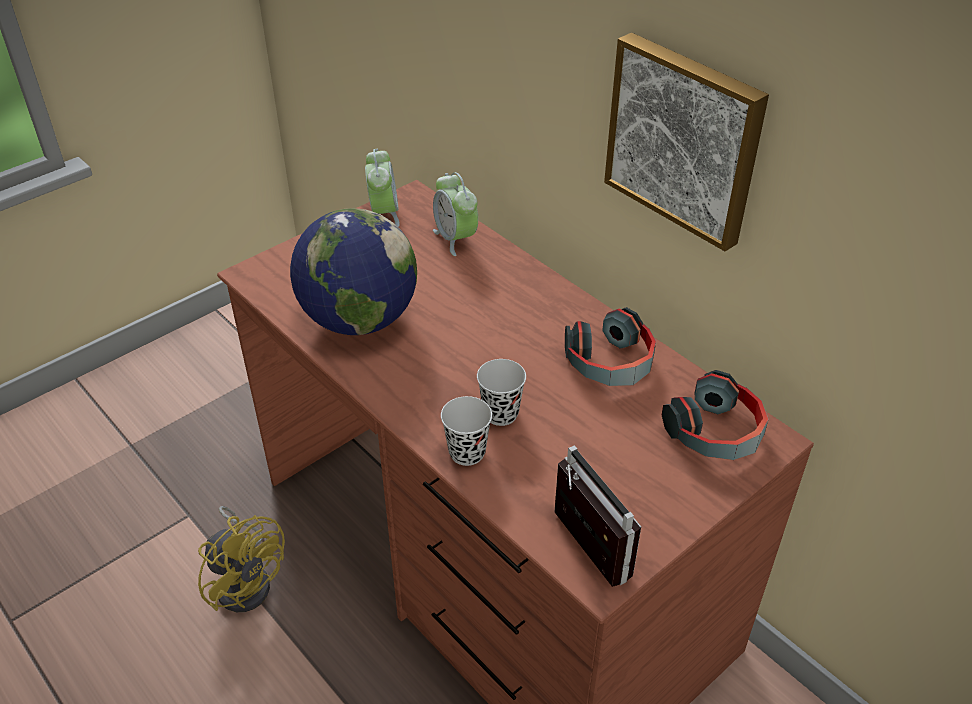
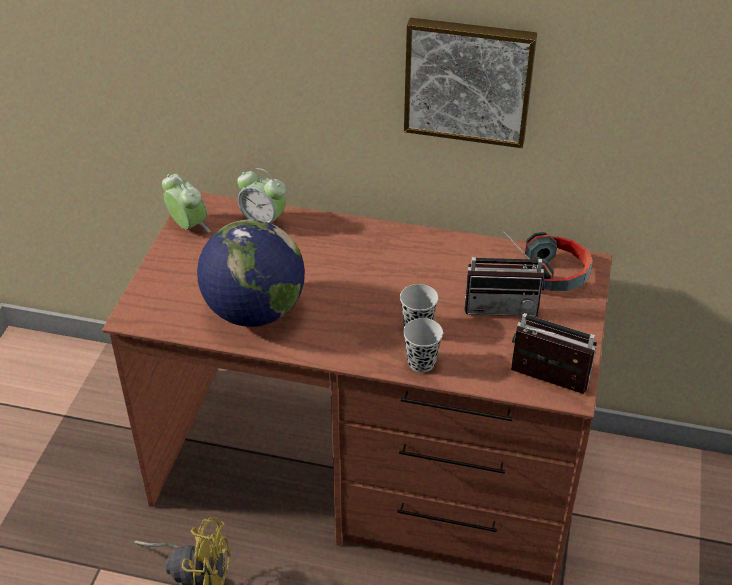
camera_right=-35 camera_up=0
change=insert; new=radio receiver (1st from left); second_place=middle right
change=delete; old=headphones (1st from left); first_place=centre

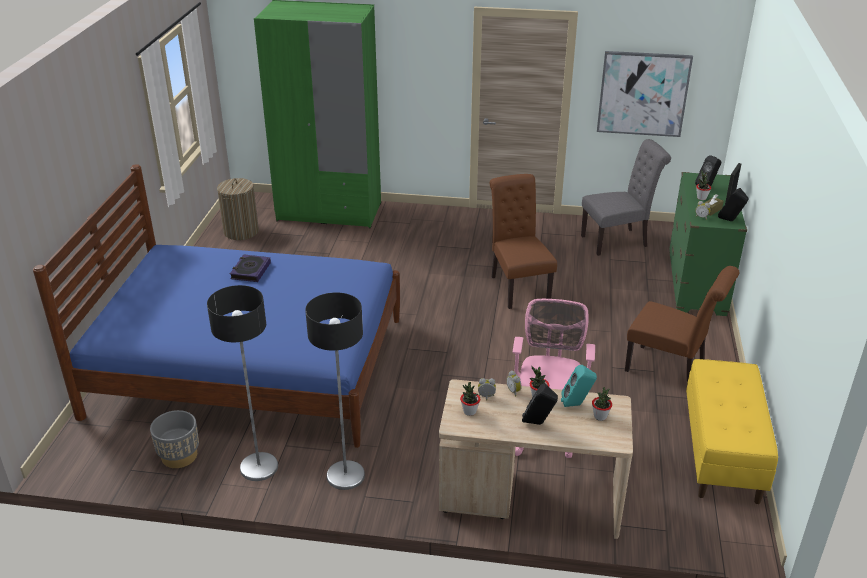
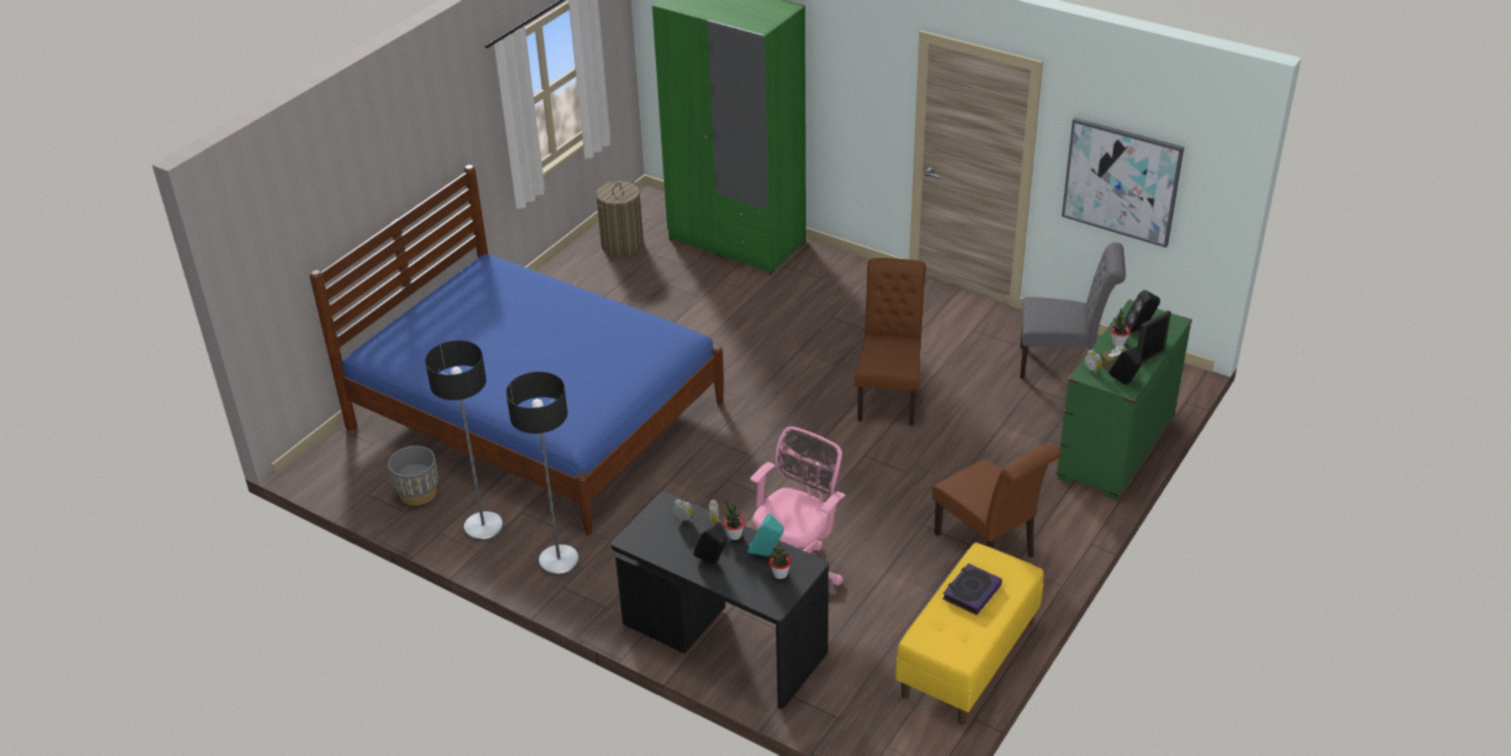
camera_right=25 camera_up=5
change=recolor; old=sand-coloured desk unit; new=black desk unit; first_place=bottom centre; second_place=bottom centre
change=move; old=book; first_place=middle left; second_place=bottom centre
change=delete; old=houseplant (1st from left); first_place=bottom centre

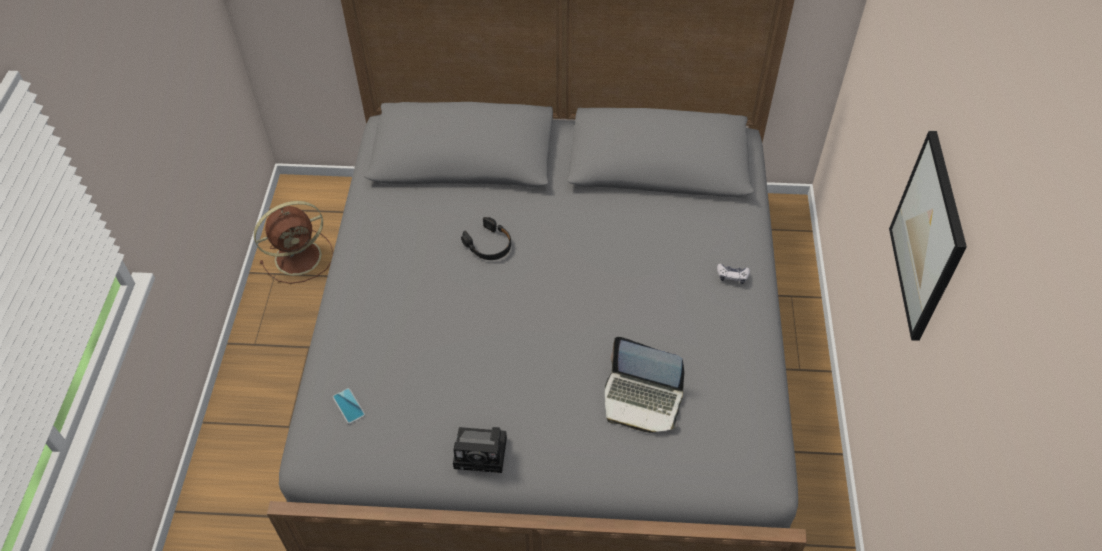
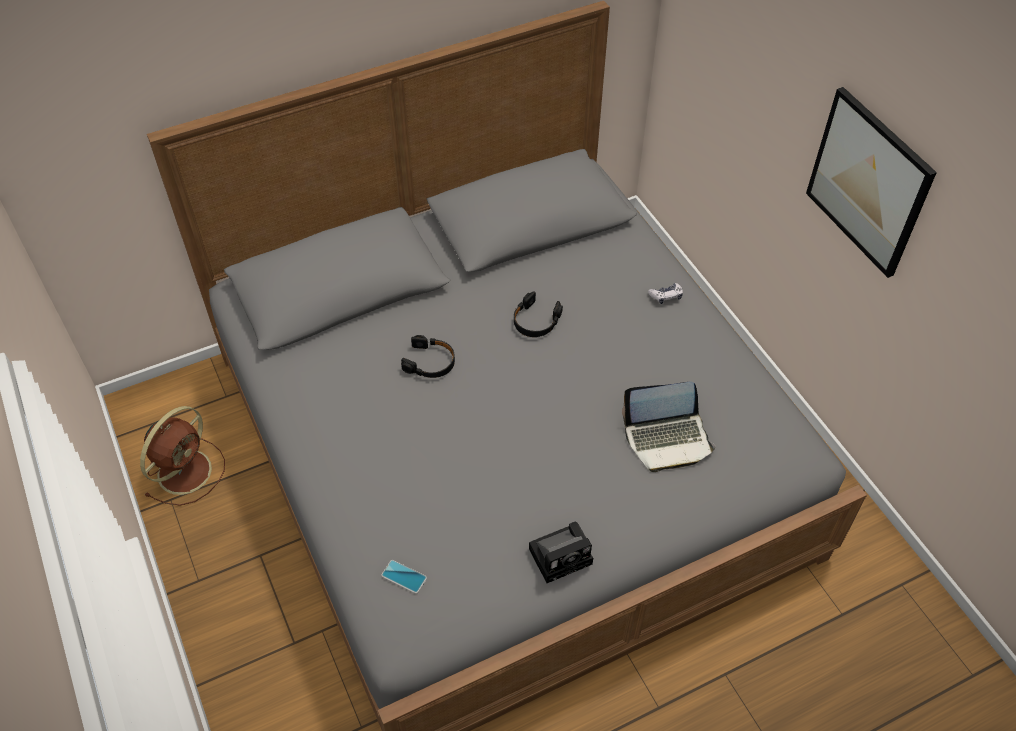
camera_right=-30 camera_up=0
change=insert; new=black headphones (2nd from left); second_place=centre

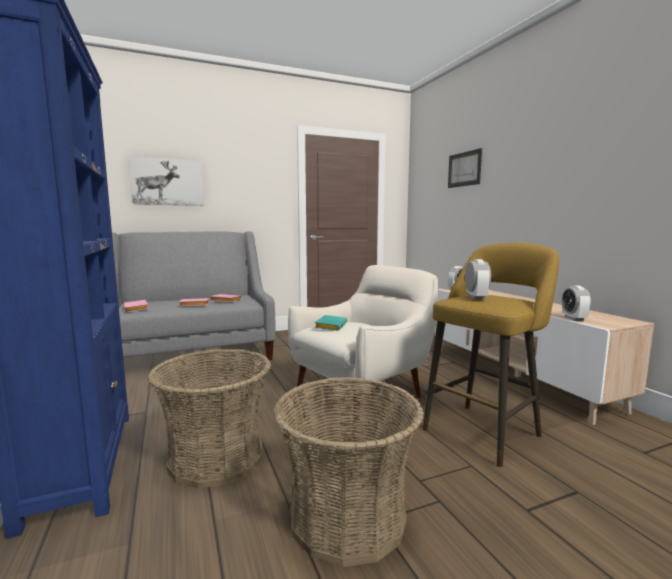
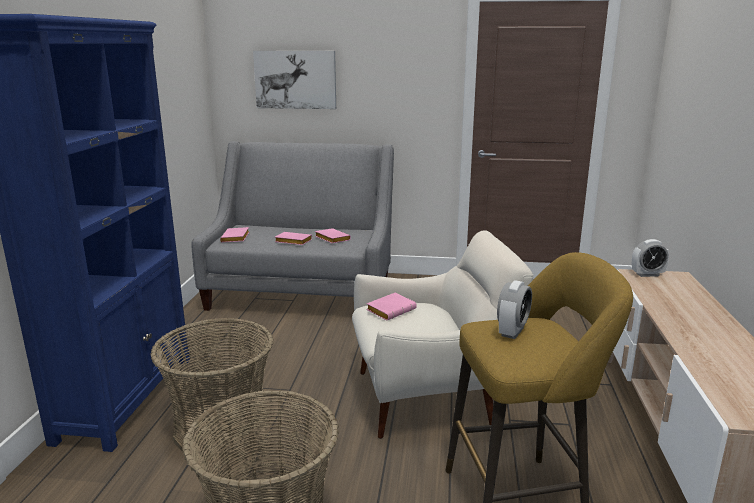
camera_right=30 camera_up=10
change=recolor; old=turquoise-coloured book; new=pink-coloured book (4th from left); first_place=centre; second_place=centre
change=delete; old=wall art (2nd from left); first_place=top right
change=delete; old=alarm clock (3rd from left); first_place=middle right

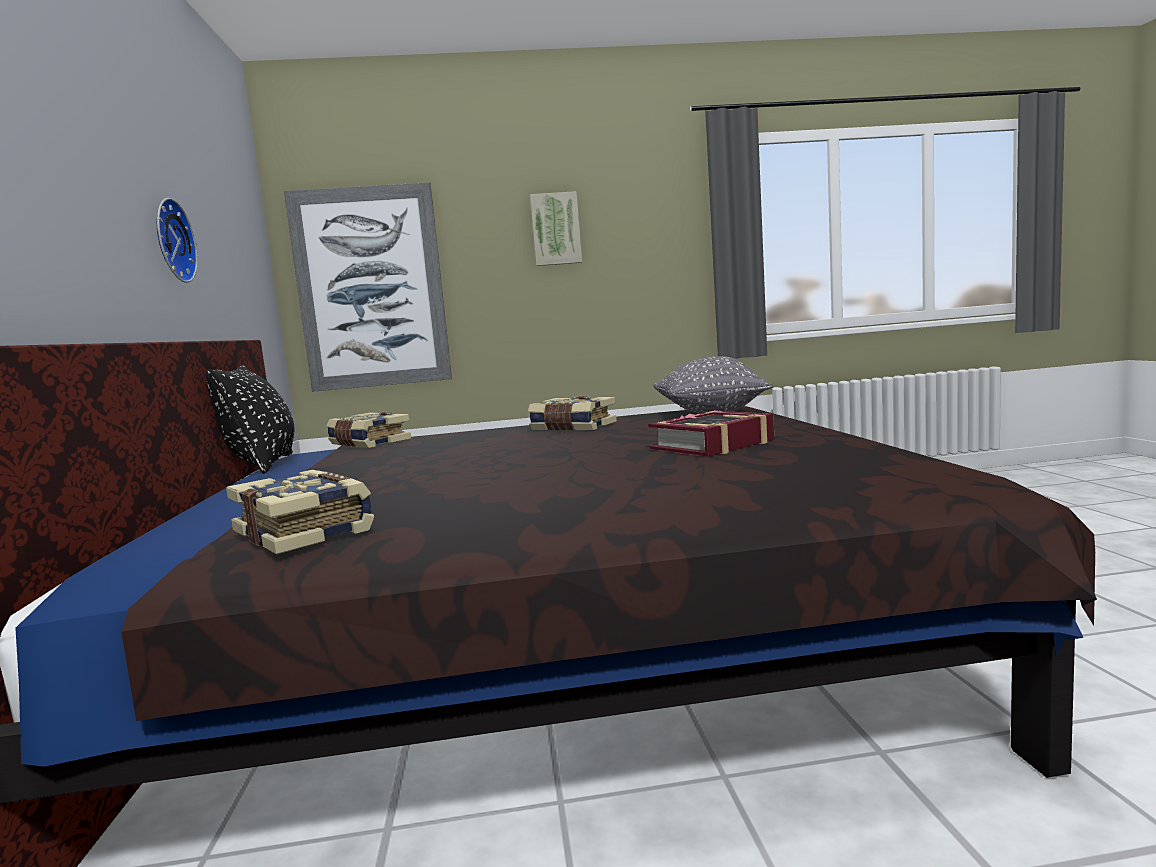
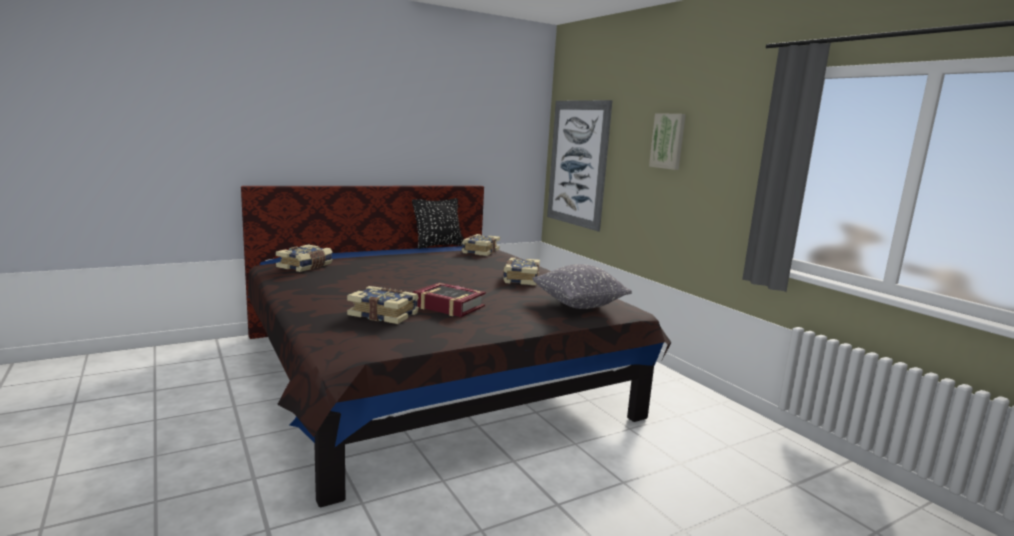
camera_right=65 camera_up=5
change=insert; new=book (2nd from left); second_place=centre
change=delete; old=wall clock; first_place=top left

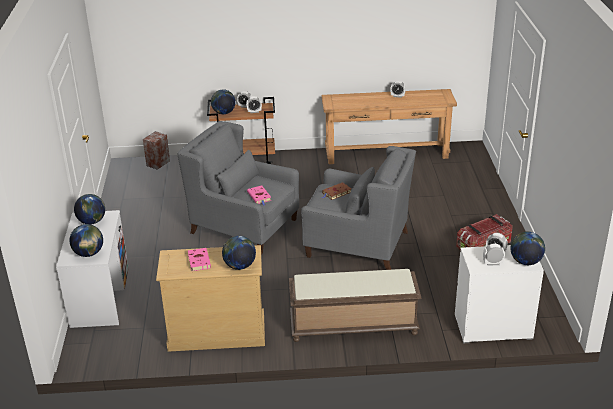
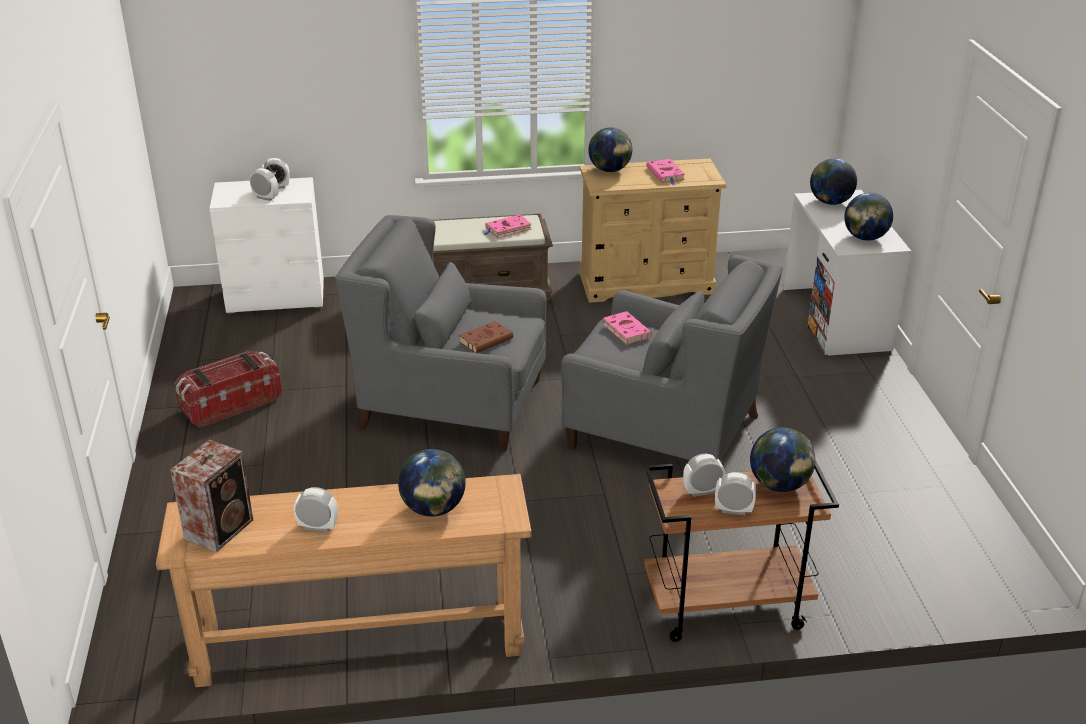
camera_right=175 camera_up=0
change=move; old=speaker; first_place=middle left; second_place=bottom left
change=move; old=globe (5th from left in the first image); new=globe (1st from left); first_place=middle right; second_place=bottom centre
change=insert; new=pink-coloured book (1st from left); second_place=top centre

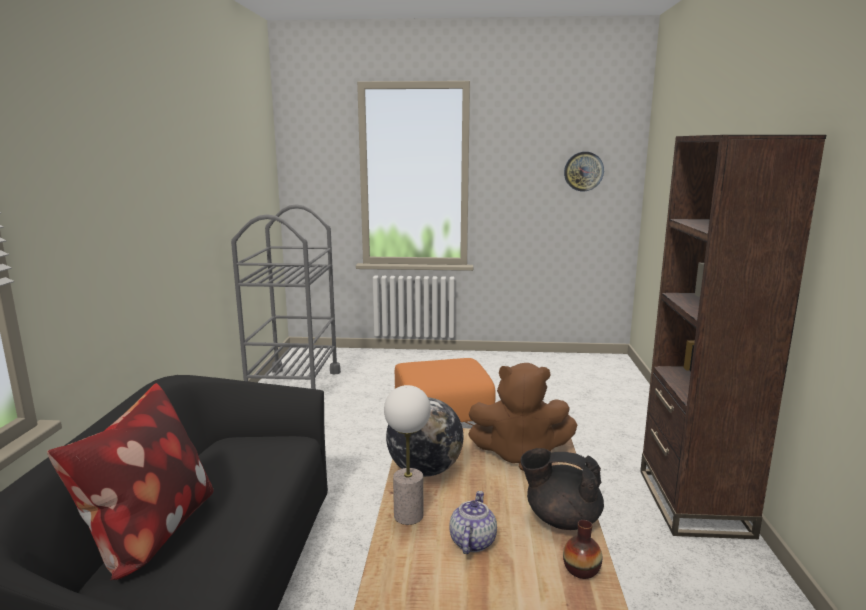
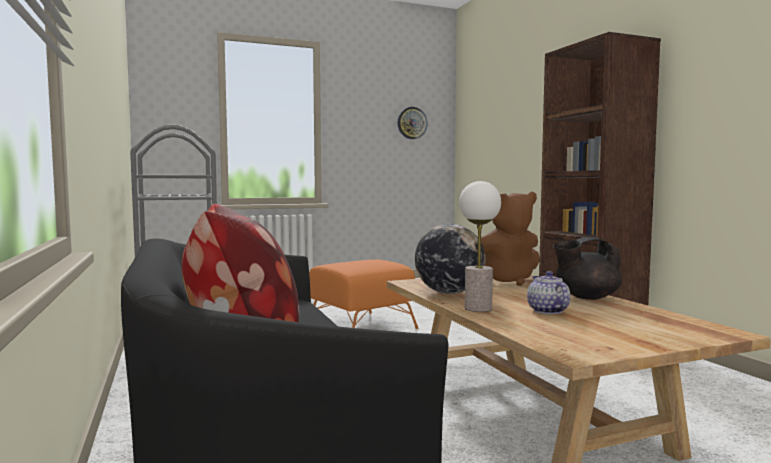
camera_right=-25 camera_up=-10
change=delete; old=flower vase; first_place=bottom right

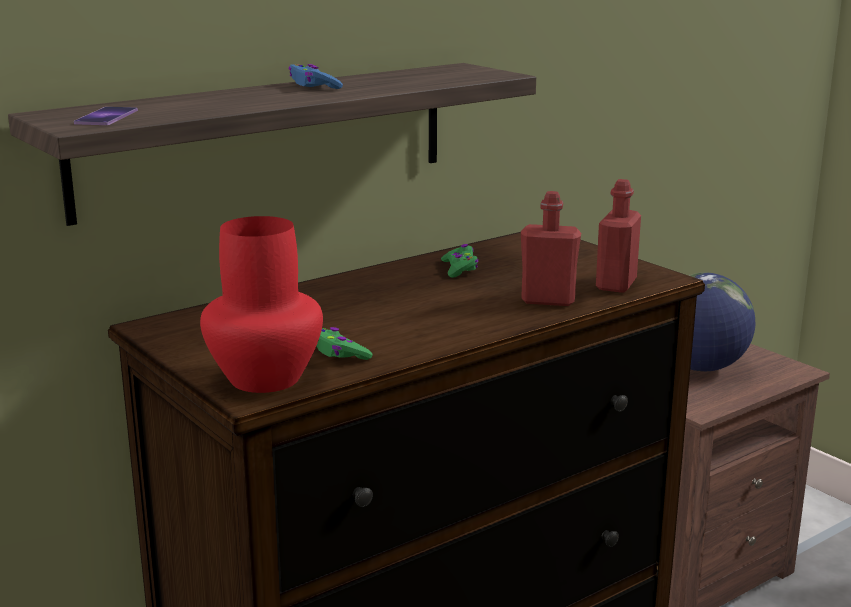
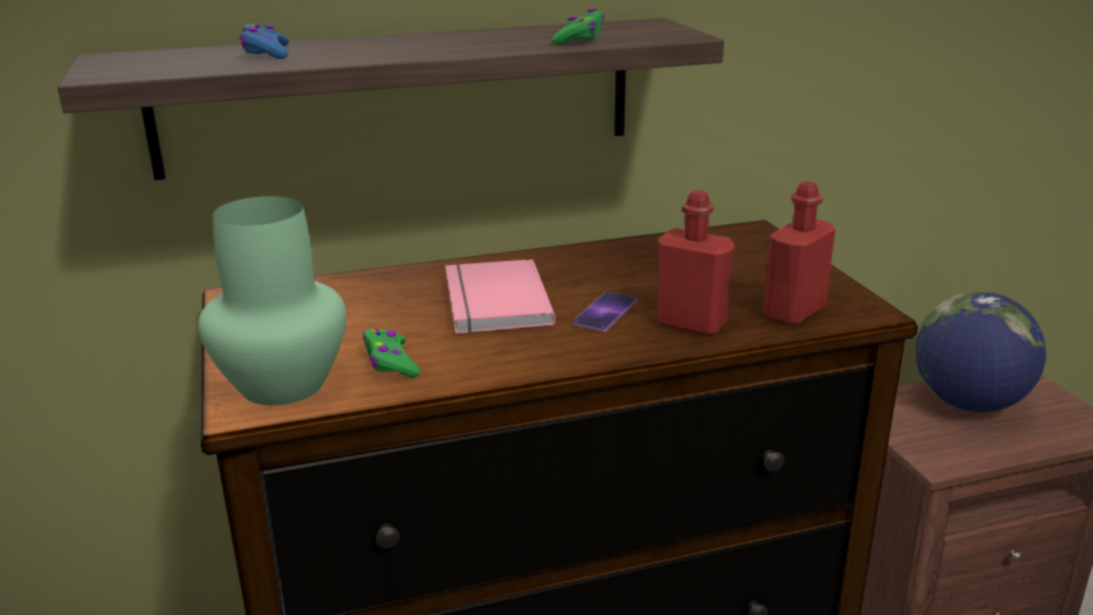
camera_right=20 camera_up=5
change=recolor; old=reddish flower vase; new=green flower vase; first_place=middle left; second_place=middle left
change=move; old=bluish gamepad; first_place=top centre; second_place=top left
change=insert; new=pink-coloured book; second_place=centre
change=move; old=green gamepad (2nd from left); first_place=centre; second_place=top centre
change=move; old=telephone; first_place=top left; second_place=centre

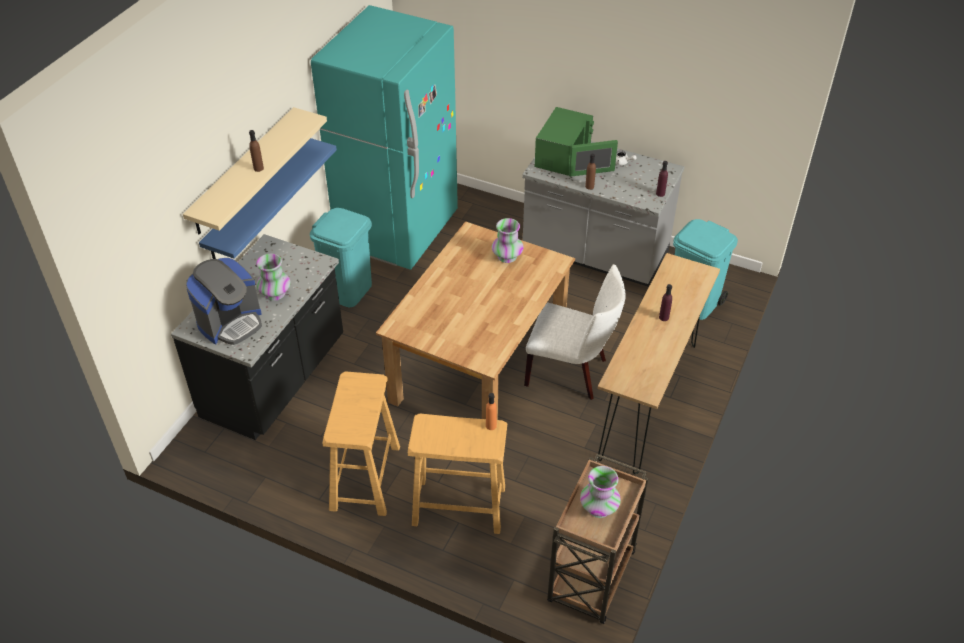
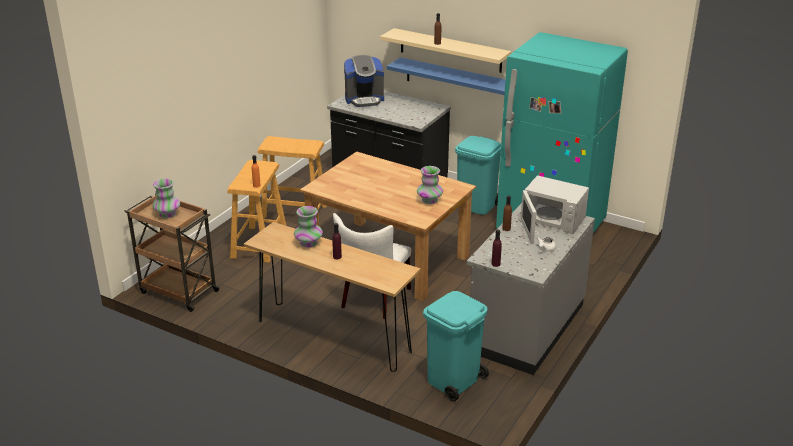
camera_right=95 camera_up=-15
change=move; old=flower vase (1st from left in the first image); new=flower vase (2nd from left); first_place=middle left; second_place=centre
change=rotate; old=coffee brewer; first_place=middle left; second_place=top centre; degrees=-60
change=recolor; old=green kitchen microwave; new=white-coloured kitchen microwave; first_place=top centre; second_place=middle right

